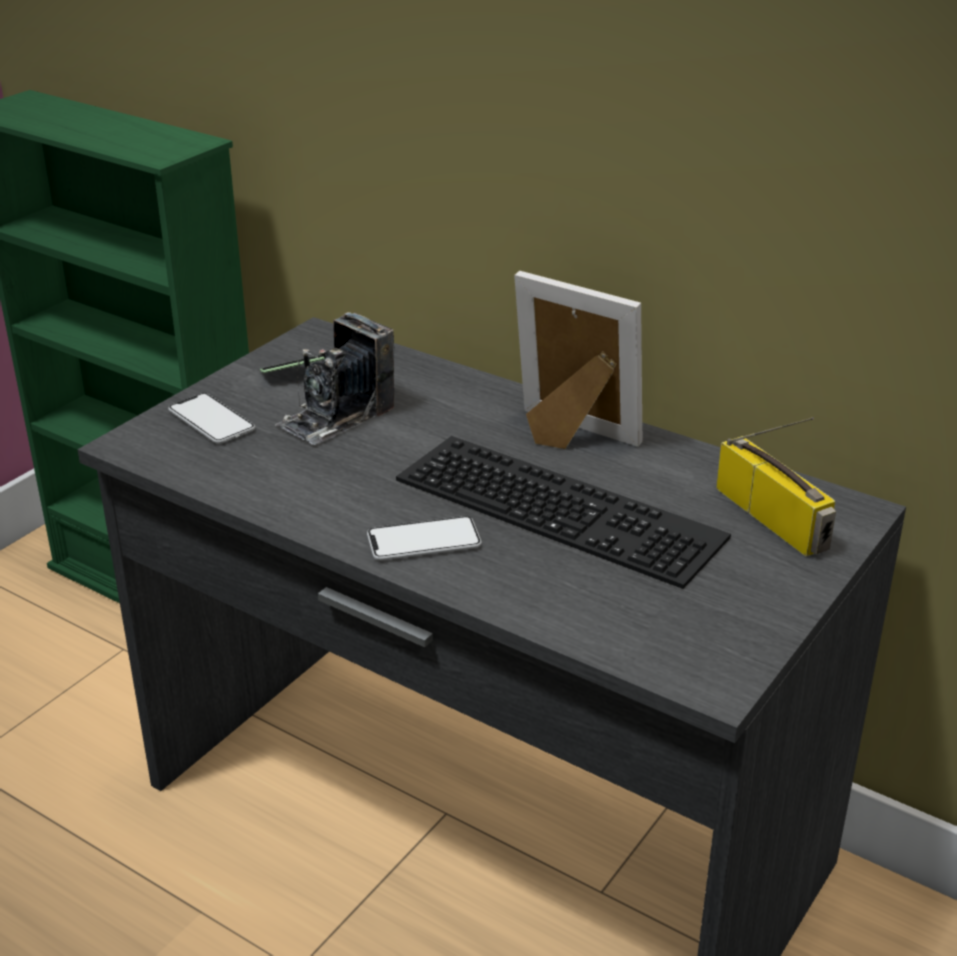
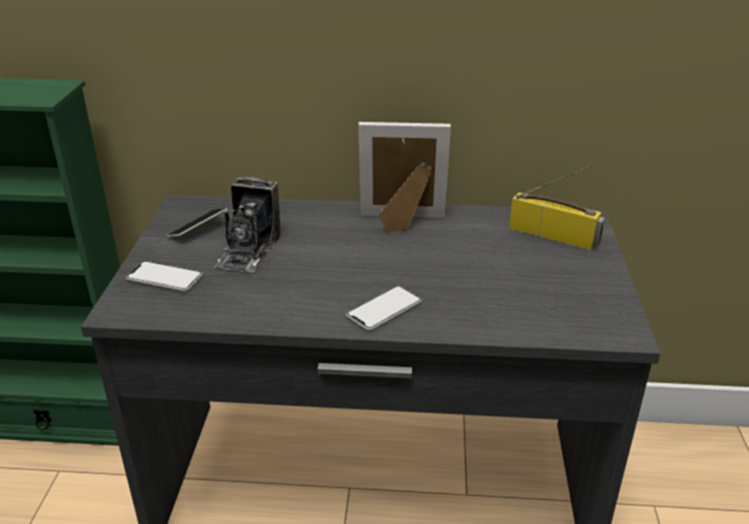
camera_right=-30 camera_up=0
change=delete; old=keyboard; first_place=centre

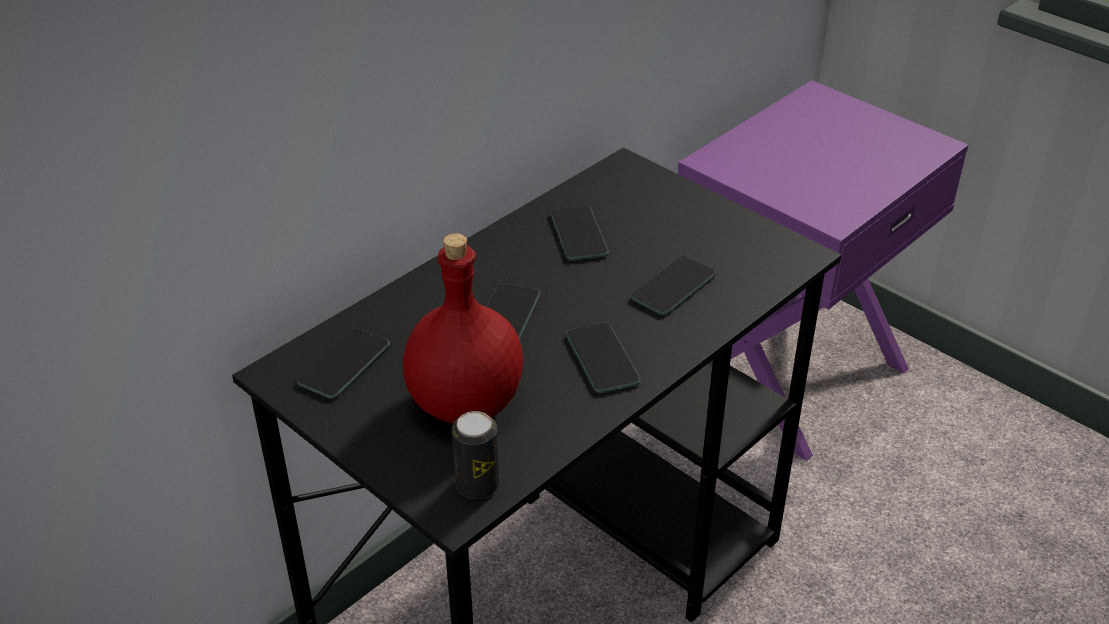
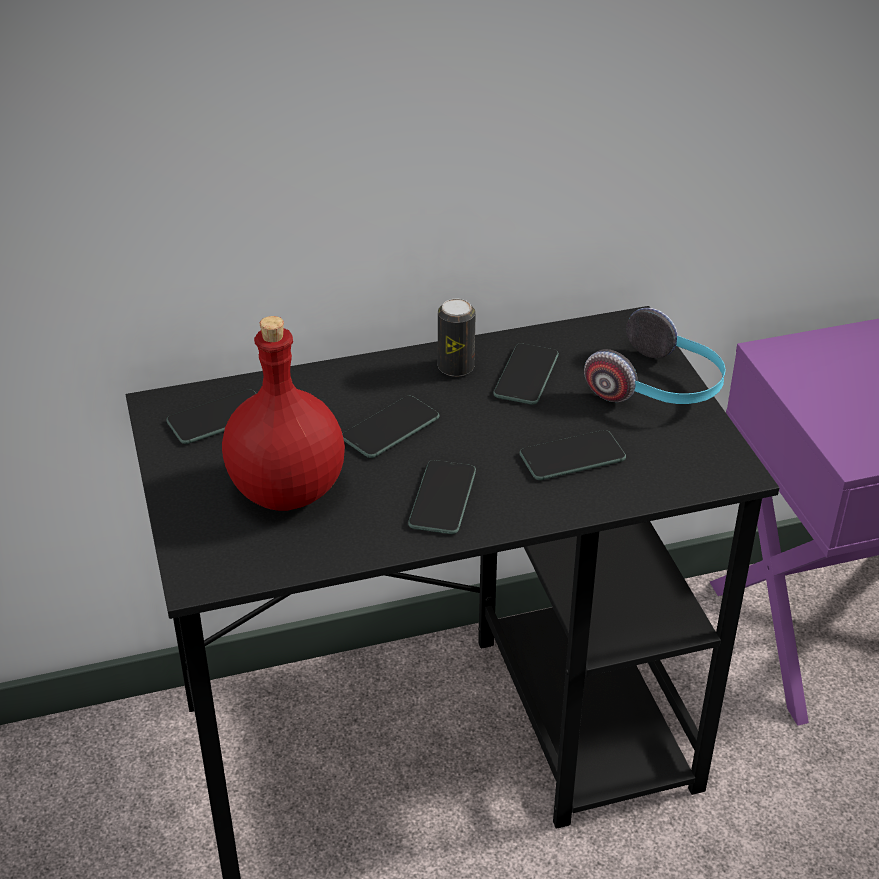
camera_right=30 camera_up=0
change=move; old=metal can; first_place=bottom centre; second_place=centre
change=insert; new=headphones; second_place=middle right

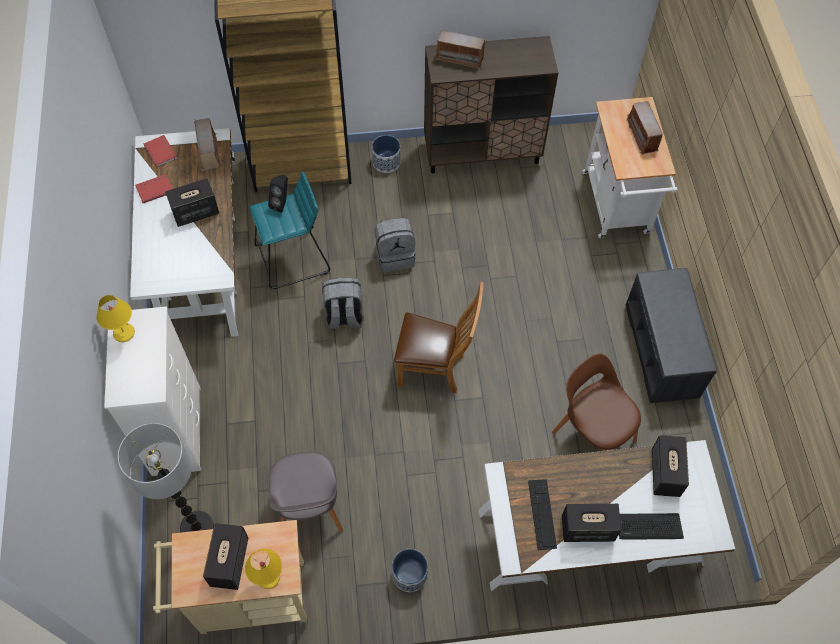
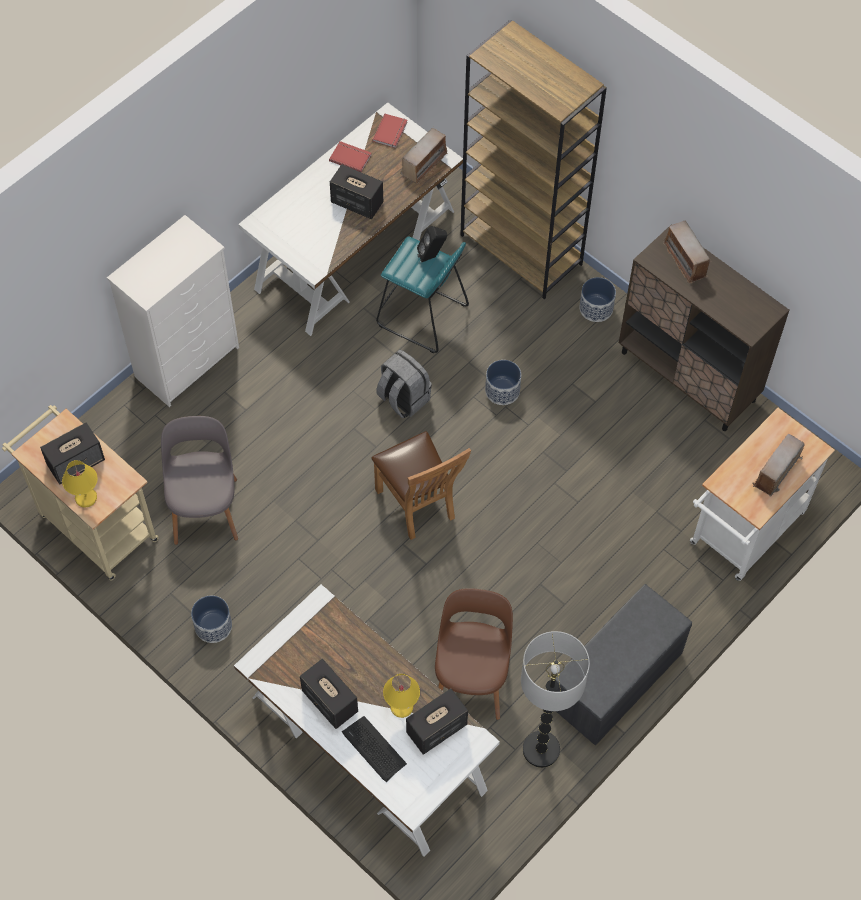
camera_right=50 camera_up=0
change=rotate; old=greyish chair; first_place=bottom centre; second_place=middle left; degrees=135
change=move; old=yellow-coloured lamp for a table (1st from left in the first image); new=yellow-coloured lamp for a table (2nd from left); first_place=middle left; second_place=bottom centre
change=replace; old=greyish backpack (2nd from left); new=flower pot (2nd from left); first_place=centre; second_place=centre
change=move; old=standard lamp; first_place=bottom left; second_place=bottom centre
change=delete; old=keyboard (1st from left); first_place=bottom centre

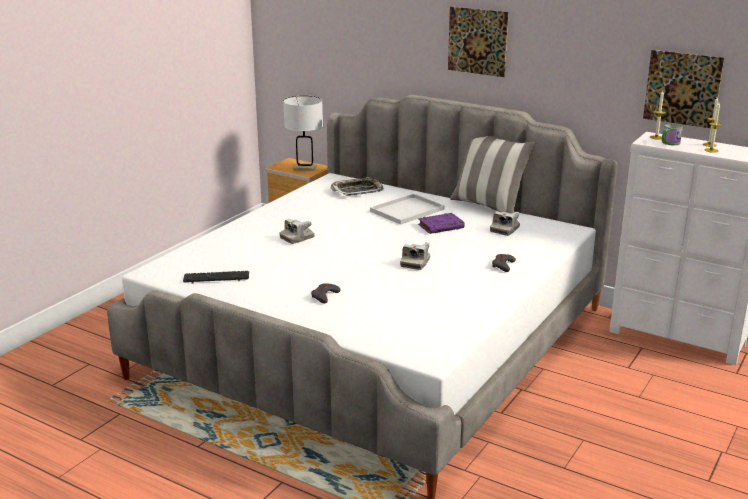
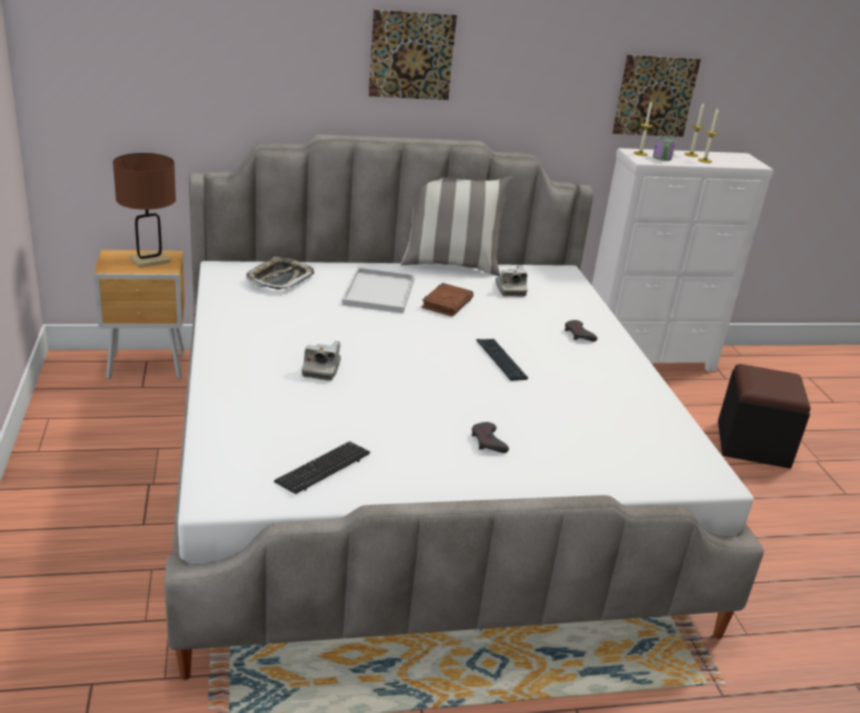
camera_right=-45 camera_up=5
change=recolor; old=white-coloured lamp for a table; new=brownish lamp for a table; first_place=top centre; second_place=top left
change=recolor; old=purplish book; new=brownish book; first_place=centre; second_place=centre
change=replace; old=photo camera (2nd from left); new=keyboard (2nd from left); first_place=centre; second_place=centre
change=insert; new=black footrest; second_place=middle right

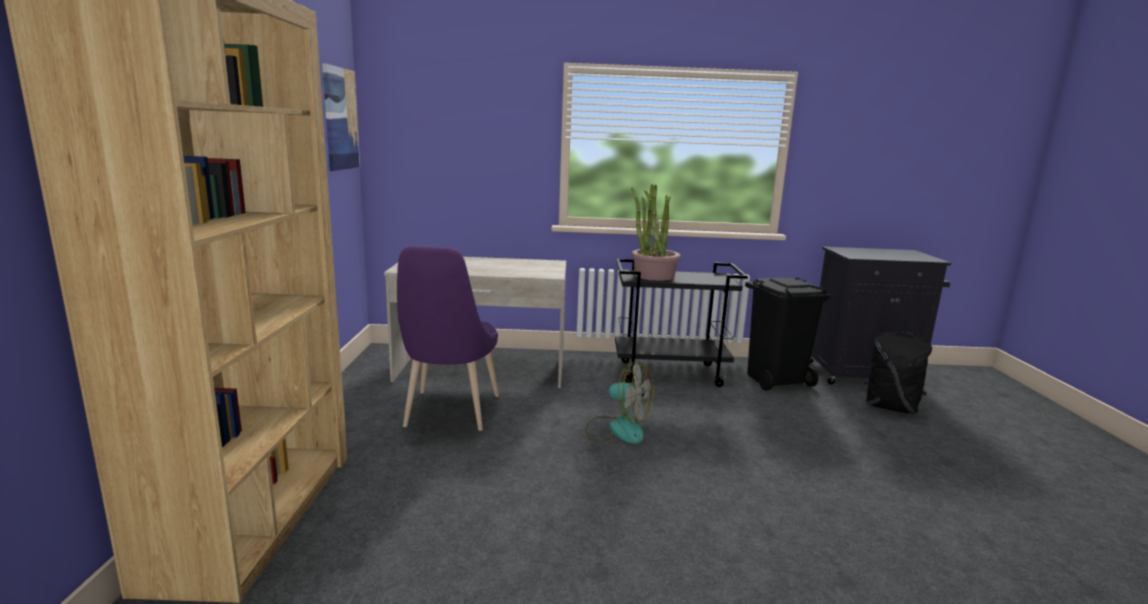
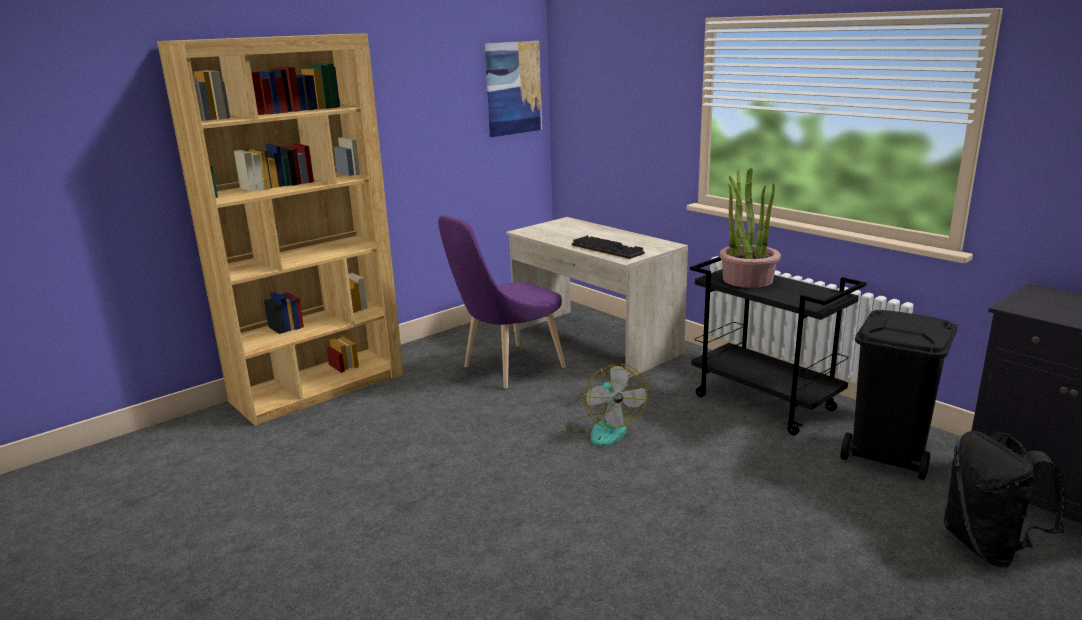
camera_right=50 camera_up=5
change=insert; new=keyboard; second_place=centre

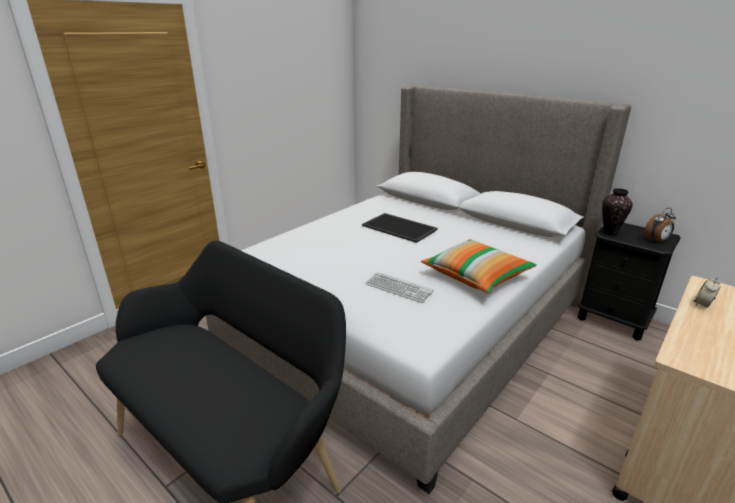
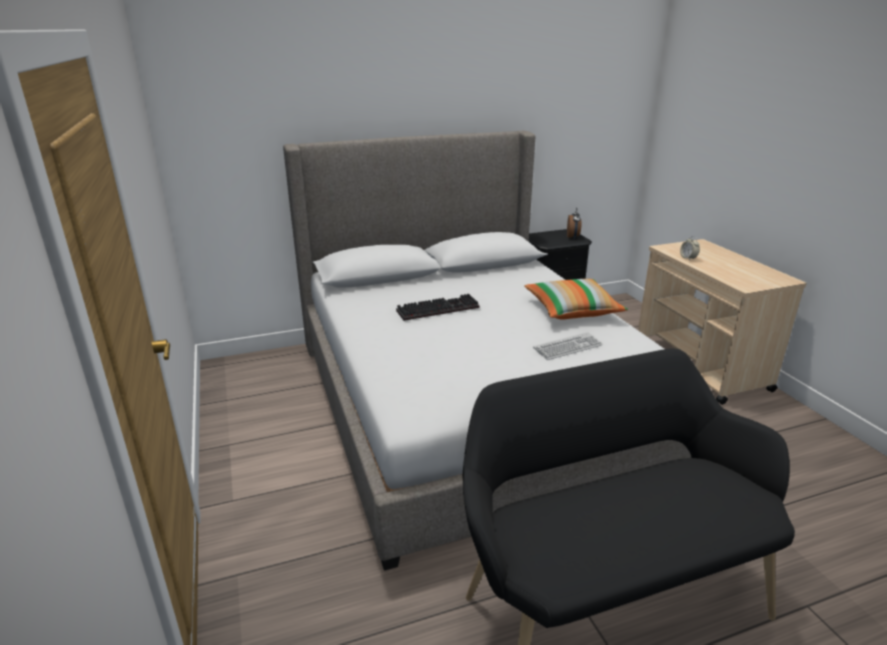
camera_right=-60 camera_up=0
change=replace; old=tray; new=keyboard (1st from left); first_place=centre; second_place=centre
change=delete; old=flower vase; first_place=middle right

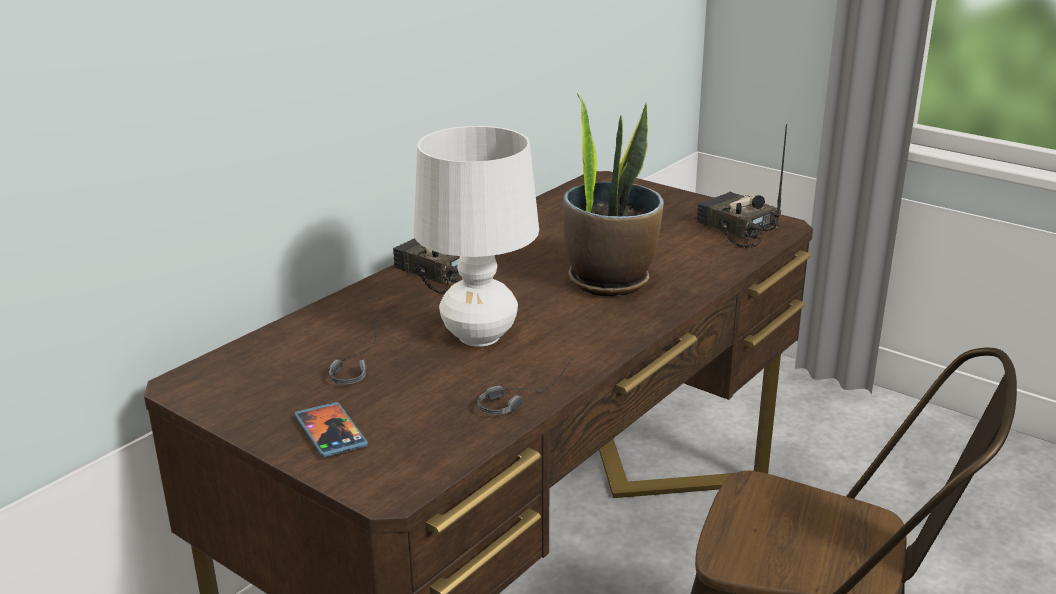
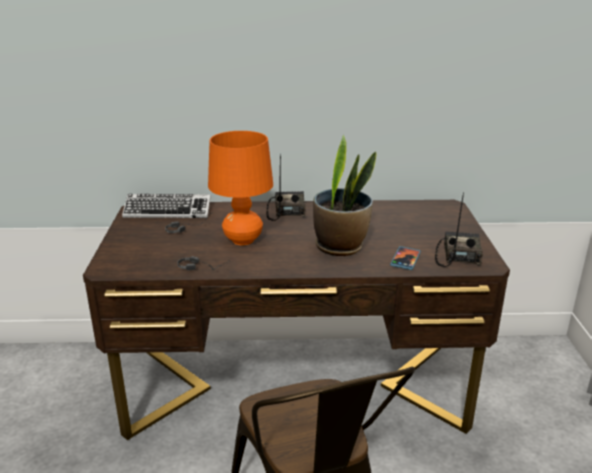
camera_right=50 camera_up=0
change=insert; new=keyboard; second_place=middle left
change=recolor; old=white-coloured lamp for a table; new=orangey lamp for a table; first_place=centre; second_place=centre
change=move; old=telephone; first_place=bottom left; second_place=middle right

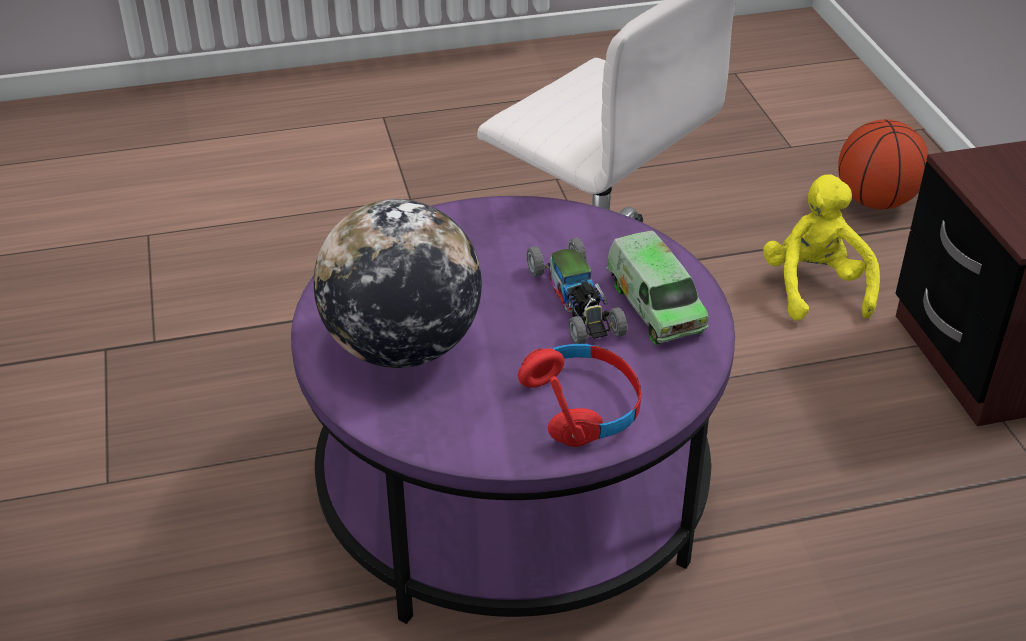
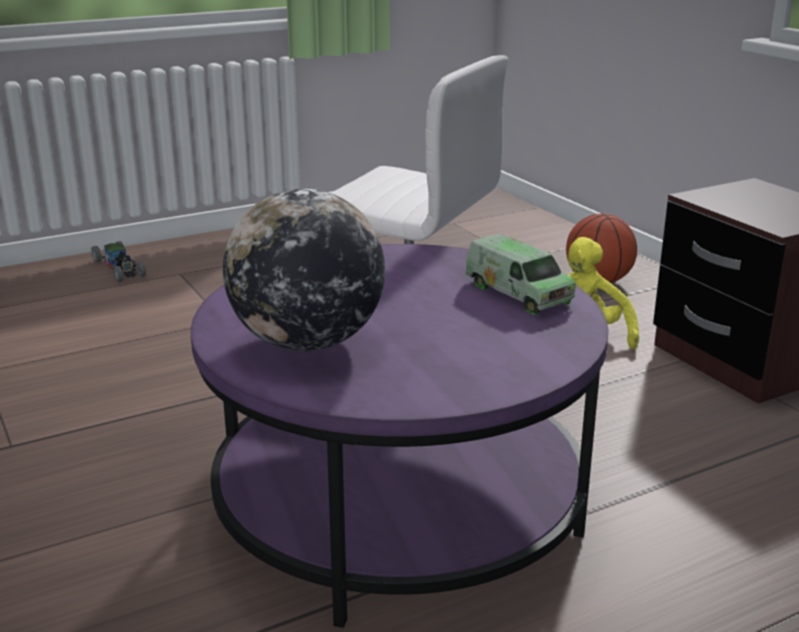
camera_right=-15 camera_up=-15
change=move; old=miniature car; first_place=centre; second_place=middle left
change=delete; old=reddish headphones; first_place=centre

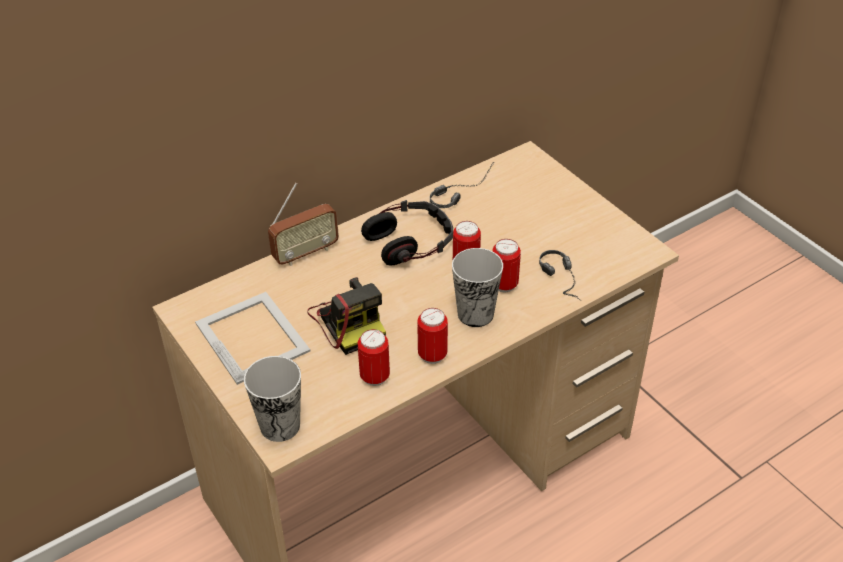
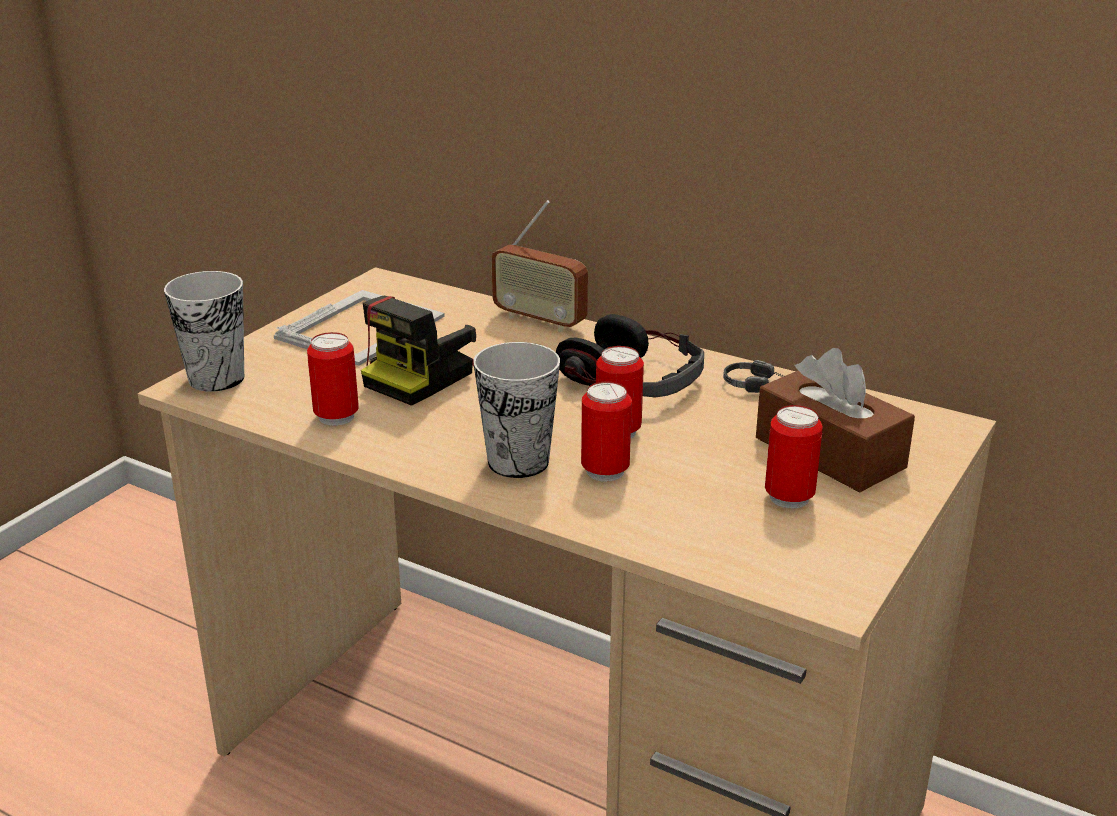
camera_right=65 camera_up=-15
change=insert; new=brownish tissue holder; second_place=middle right
change=move; old=metal can (2nd from left in the first image); new=metal can (4th from left); first_place=centre; second_place=middle right
change=delete; old=headphones (3rd from left); first_place=centre

